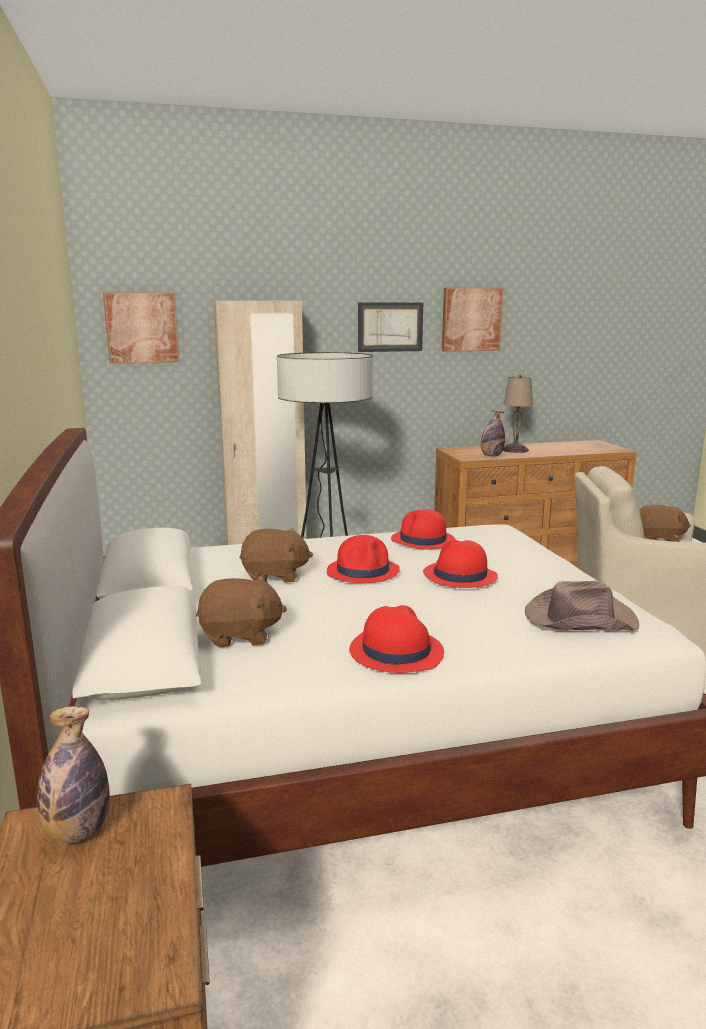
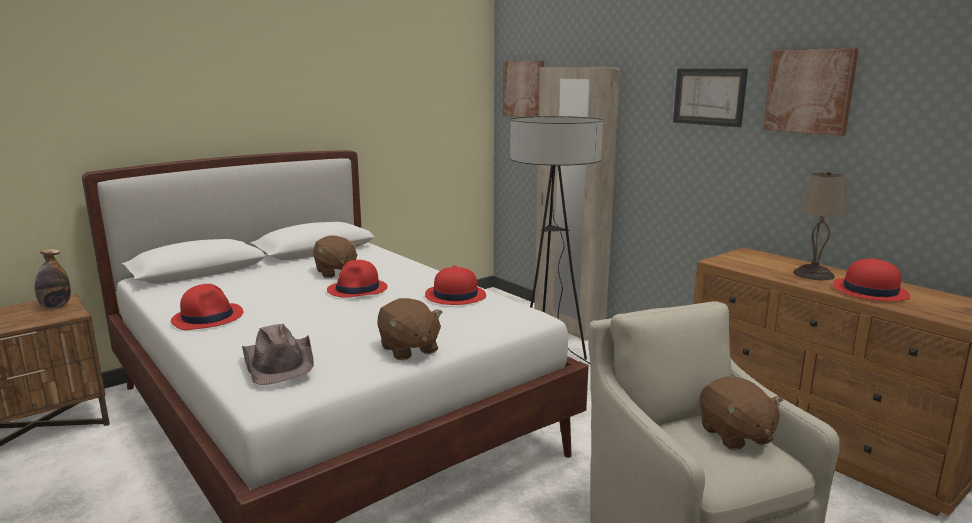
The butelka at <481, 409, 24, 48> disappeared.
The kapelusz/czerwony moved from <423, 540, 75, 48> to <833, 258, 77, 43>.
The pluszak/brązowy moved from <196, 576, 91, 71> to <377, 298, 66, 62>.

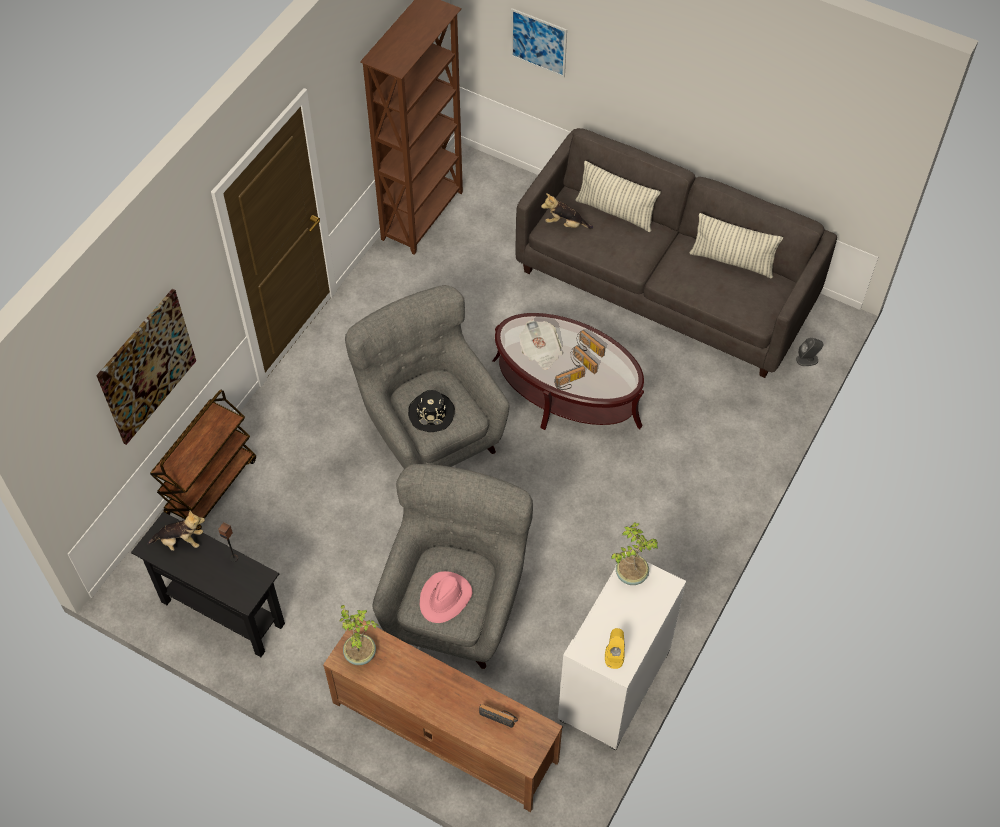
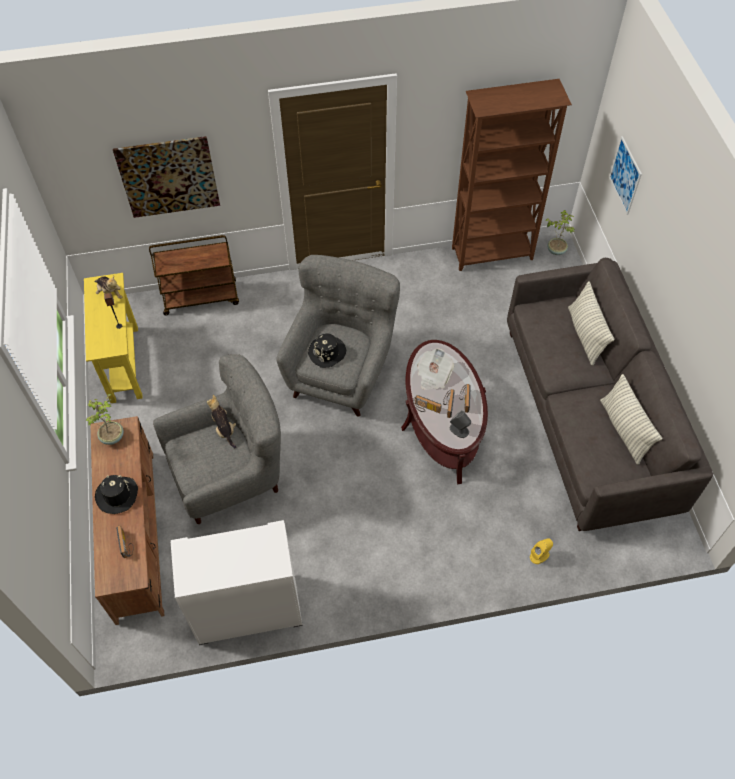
The pluszak moved from <541, 193, 52, 36> to <207, 395, 29, 53>.
The głośnik/szary moved from <796, 337, 27, 29> to <450, 411, 21, 27>.
The stolik konsolowy/czarny at <131, 512, 154, 145> became the stolik konsolowy/żółty at <84, 273, 59, 130>.
The roślina doniczkowa moved from <611, 522, 47, 63> to <545, 210, 30, 45>.
The kapelusz/różowy at <420, 571, 52, 52> disappeared.
The głośnik/żółty moved from <605, 628, 20, 41> to <530, 538, 23, 26>.
The kapelusz/czarny at <95, 475, 43, 39> appeared.

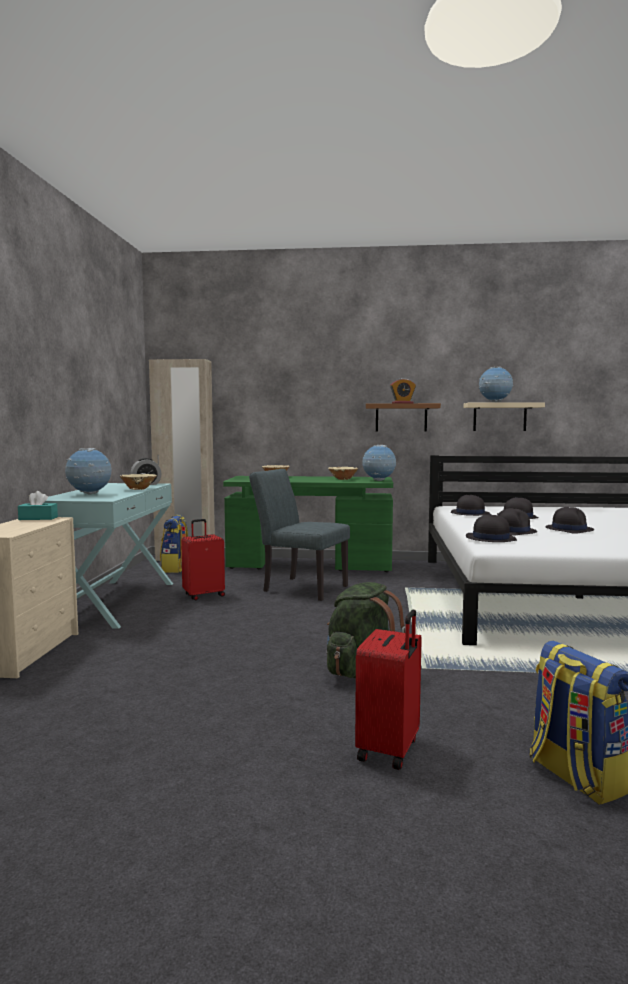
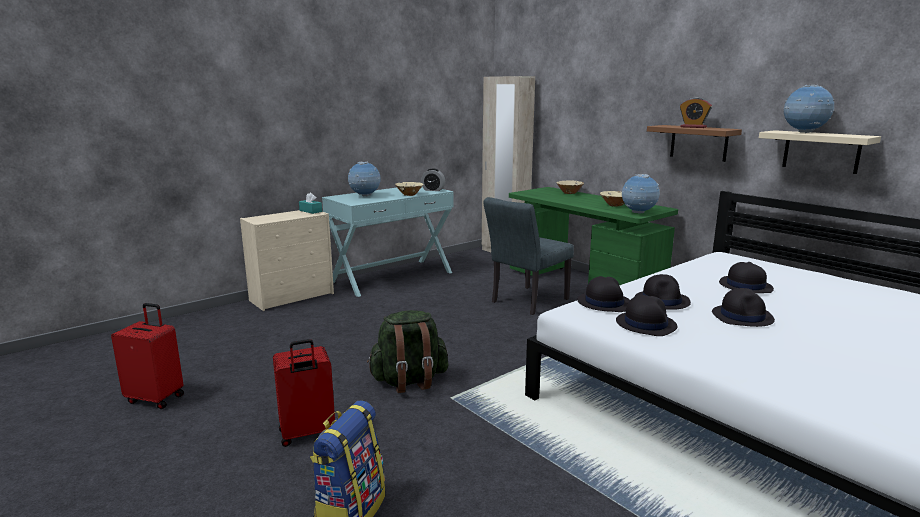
The krzesło/szary at <249, 469, 101, 132> turned 120 degrees counterclockwise.
The kapelusz/czarny moved from <451, 495, 39, 21> to <616, 295, 61, 41>.
The plecak at <160, 514, 28, 59> disappeared.
The walizka/czerwony moved from <181, 519, 44, 81> to <111, 303, 73, 106>.

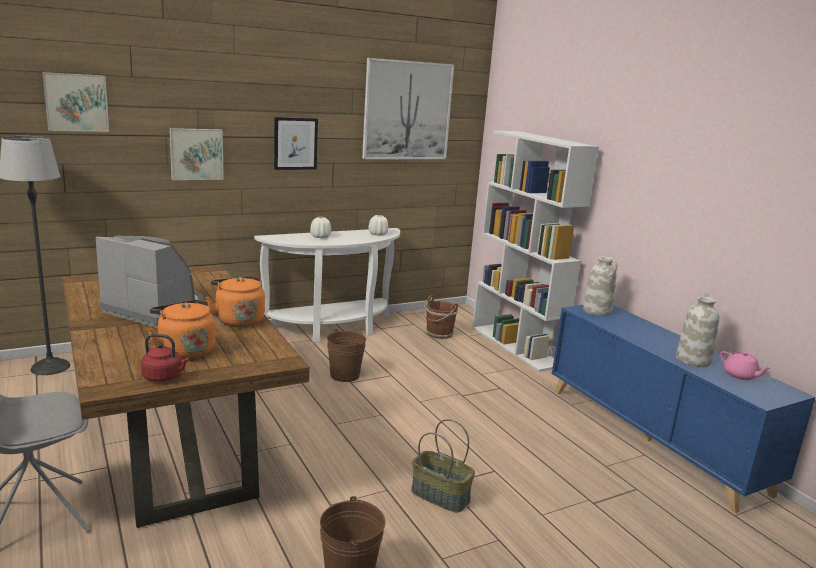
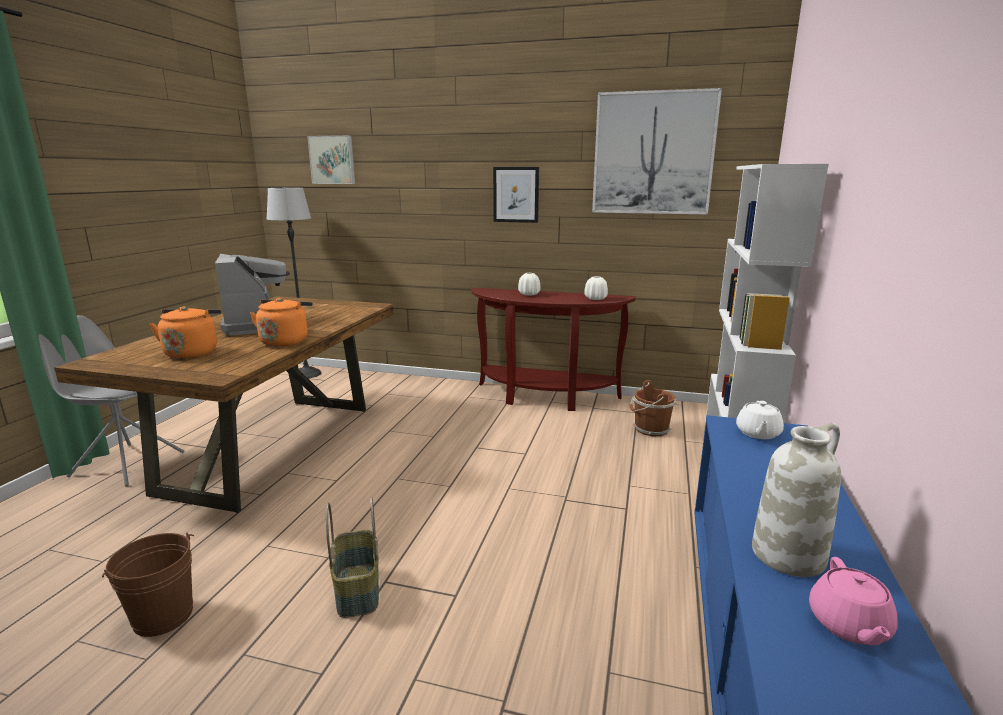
The obraz at <169, 128, 55, 52> disappeared.
The stolik konsolowy/biały at <254, 228, 146, 114> became the stolik konsolowy/brązowy at <471, 288, 165, 123>.
The wazon/biały at <583, 256, 34, 60> was replaced by the imbryk/biały at <736, 401, 48, 38>.
The wiadro/brązowy at <327, 329, 39, 53> disappeared.
The czajnik/czerwony at <141, 334, 49, 48> disappeared.

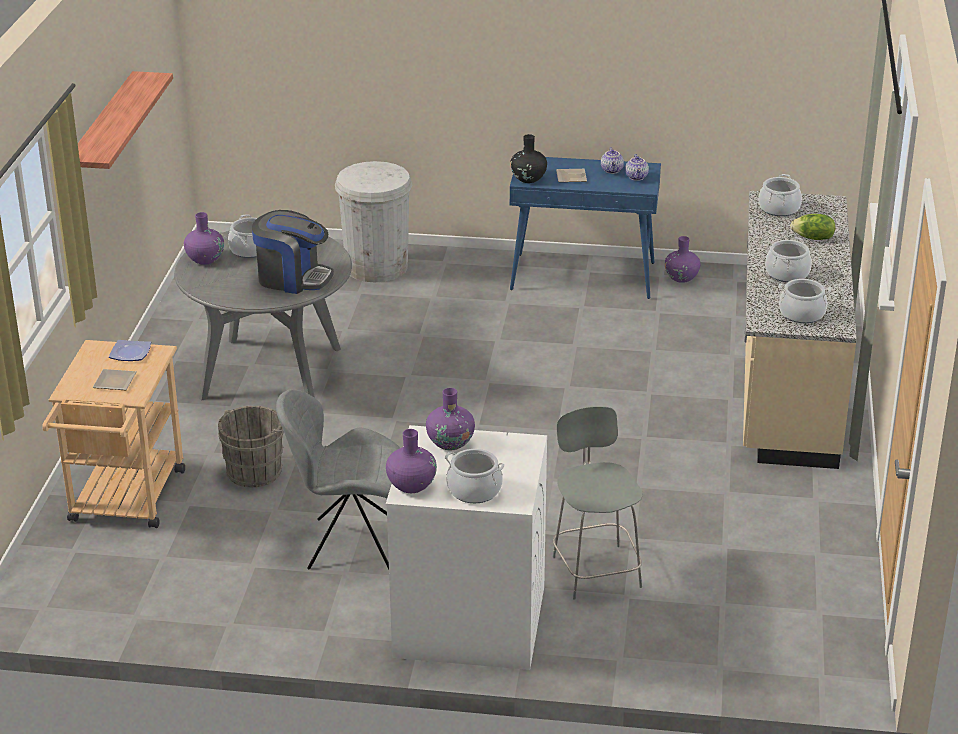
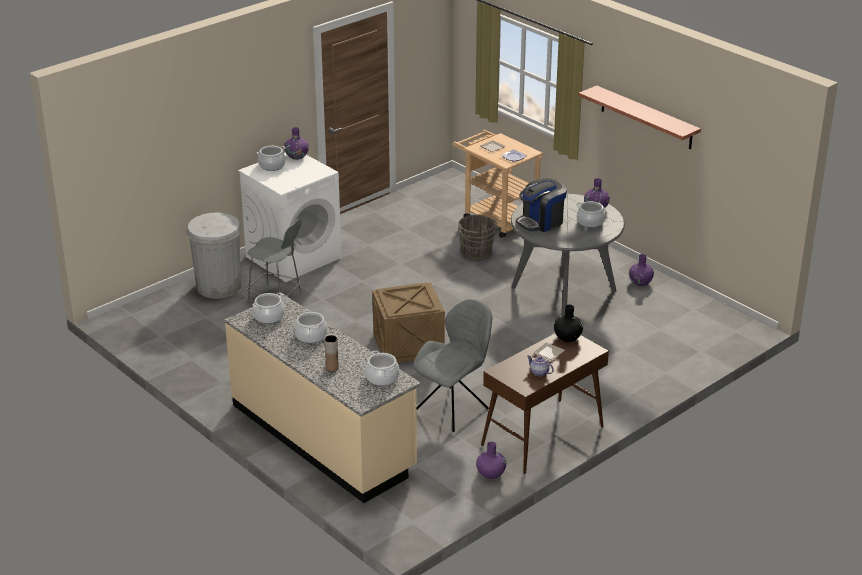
The imbryk at <625, 154, 24, 27> disappeared.
The stolik konsolowy/niebieski at <510, 157, 151, 142> became the stolik konsolowy/brązowy at <481, 333, 128, 141>.
The kosz na śmieci/biały moved from <335, 161, 77, 122> to <186, 212, 56, 87>.
The sałata at <790, 214, 45, 26> was replaced by the wazon/brązowy at <325, 335, 14, 37>.
The wazon/fioletowy moved from <426, 388, 49, 62> to <629, 254, 25, 32>.
The krzesło/szary moved from <276, 389, 124, 181> to <413, 299, 79, 133>.
The skrzynka at <372, 282, 73, 81> appeared.

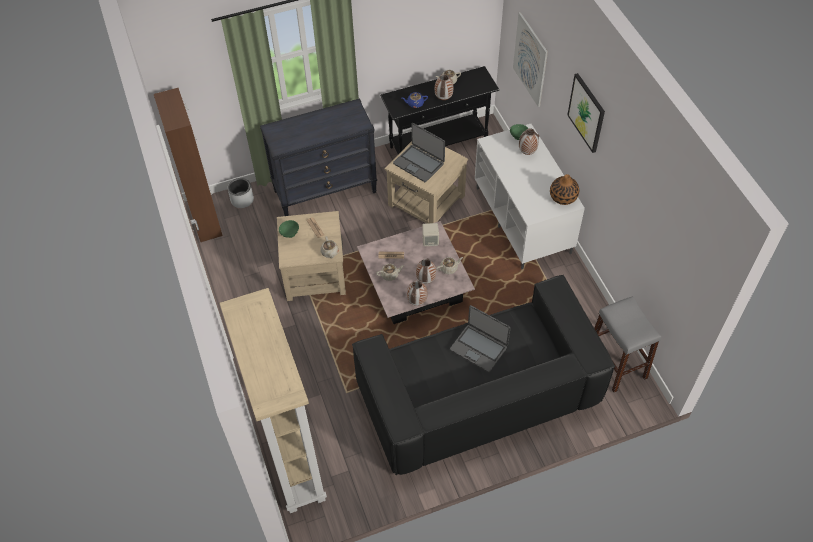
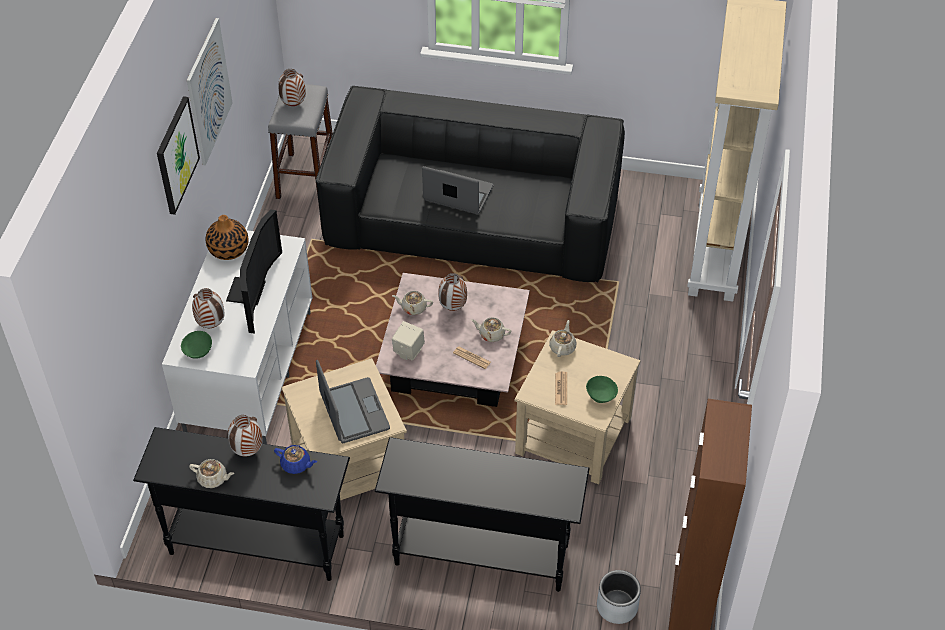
The obraz moved from <513, 12, 35, 95> to <187, 18, 46, 147>.
The komoda/czarny at <260, 98, 117, 118> was replaced by the stolik konsolowy/czarny at <375, 437, 215, 155>.
The wazon moved from <407, 280, 21, 26> to <278, 69, 28, 37>.
The laptop at <450, 305, 60, 67> turned 45 degrees counterclockwise.
The telewizor at <226, 209, 56, 125> appeared.

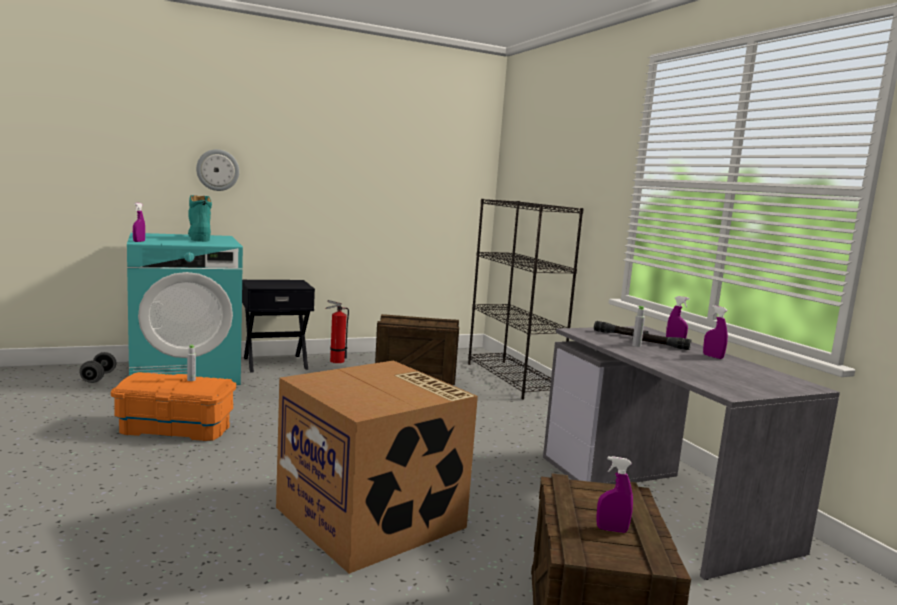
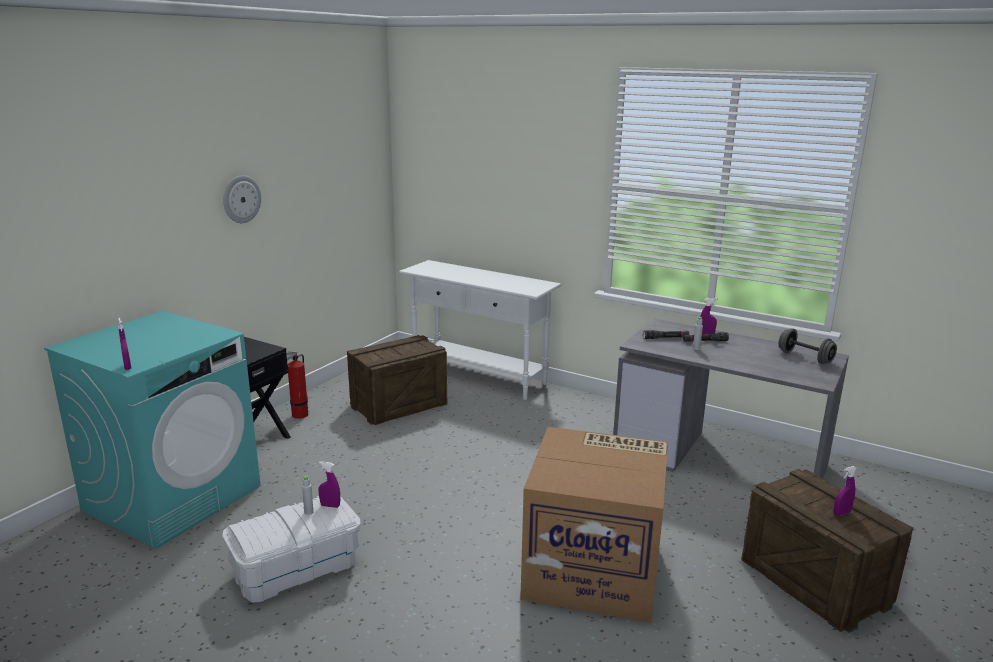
The zegar ścienny moved from <196, 149, 43, 42> to <223, 175, 38, 48>.
The but z cholewką/turkusowy at <188, 195, 24, 47> disappeared.
The regał/czarny at <468, 199, 116, 200> was replaced by the stolik konsolowy/biały at <399, 260, 163, 140>.
The spryskiwacz/fioletowy moved from <703, 305, 25, 54> to <318, 461, 22, 47>.
The hantel/szary moved from <79, 352, 37, 31> to <778, 328, 59, 36>.
The pojemnik do przechowywania/pomarańczowy at <111, 372, 125, 69> became the pojemnik do przechowywania/biały at <222, 496, 139, 107>.

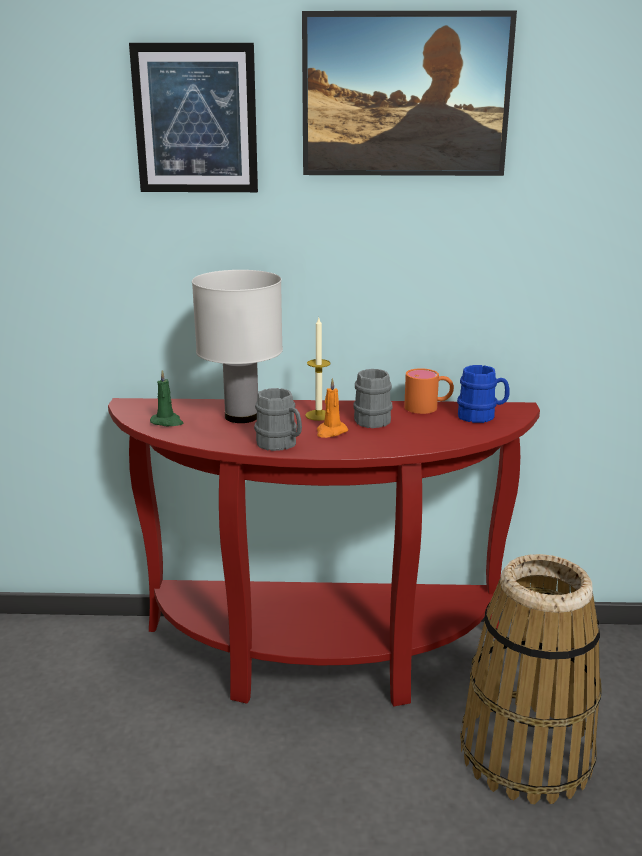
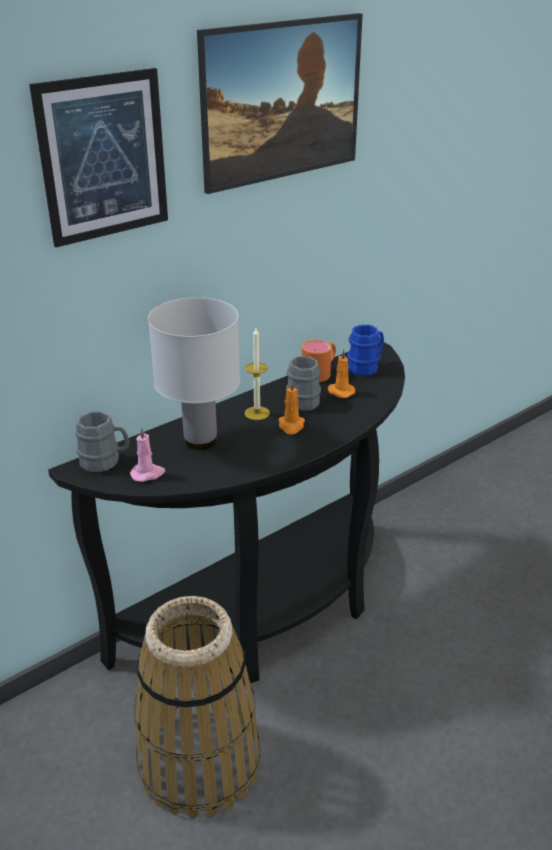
The świeca/zielony at <150, 370, 33, 56> became the świeca/różowy at <130, 427, 35, 55>.
The kubek/szary moved from <254, 388, 48, 63> to <76, 411, 53, 61>.
The stolik konsolowy/czerwony at <108, 398, 432, 308> became the stolik konsolowy/czarny at <48, 342, 357, 343>.
The koszyk moved from <460, 554, 142, 250> to <134, 596, 127, 222>.
The świeca/pomarańczowy at <328, 349, 27, 49> appeared.

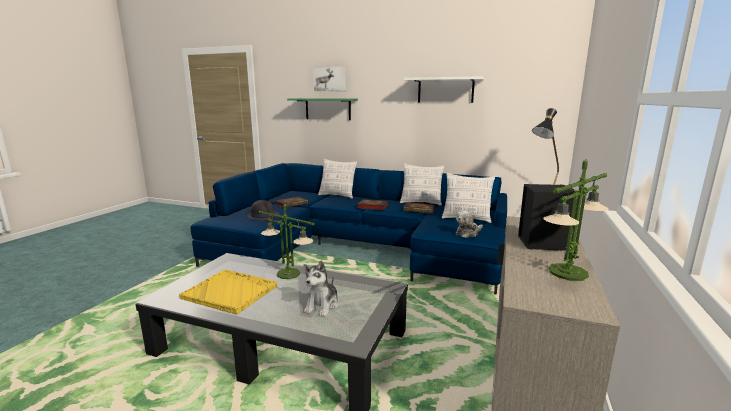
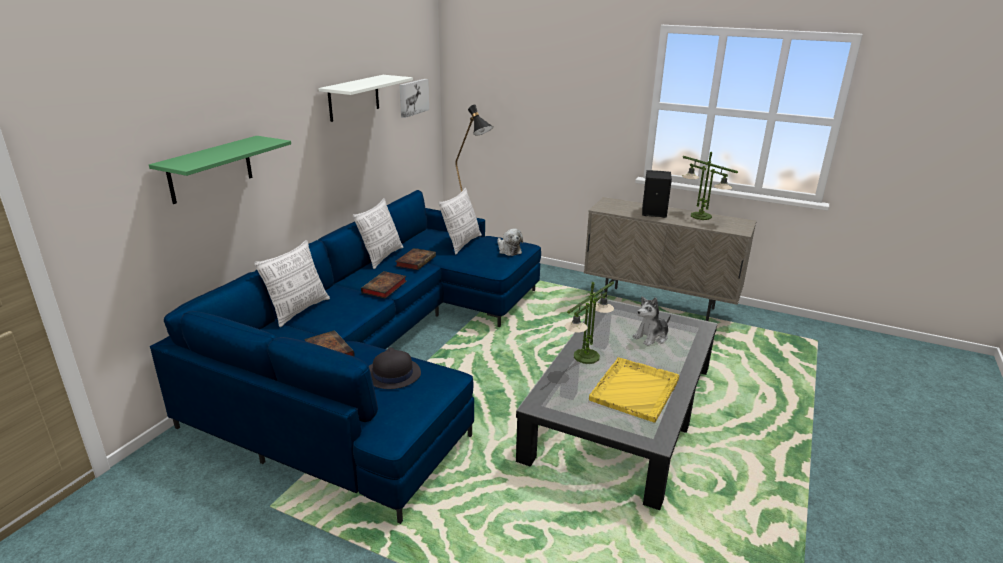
The obraz moved from <313, 67, 33, 24> to <399, 79, 30, 39>.
The pluszak at <304, 260, 35, 57> turned 120 degrees clockwise.

